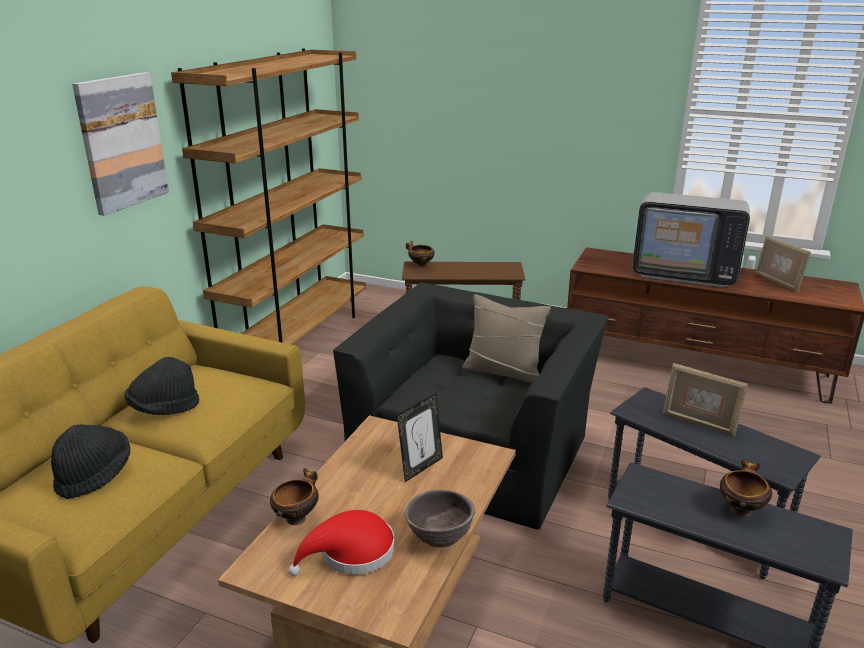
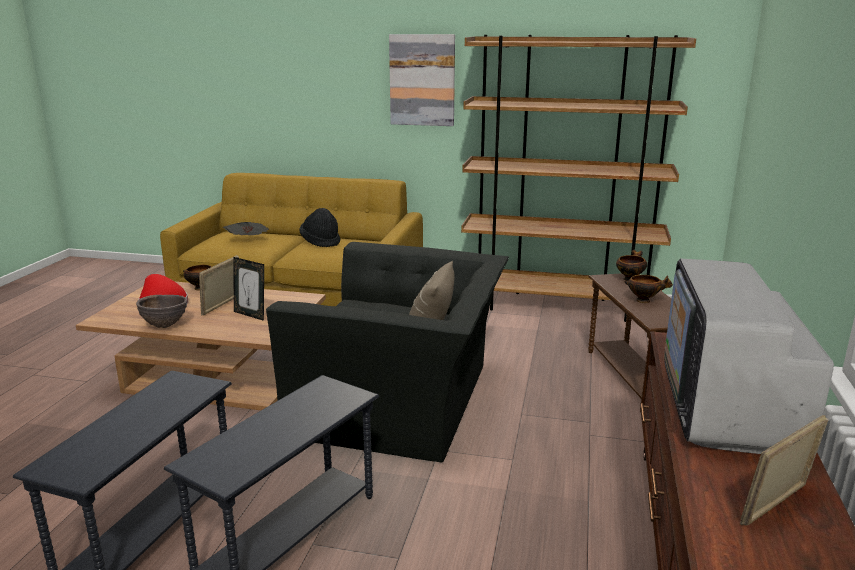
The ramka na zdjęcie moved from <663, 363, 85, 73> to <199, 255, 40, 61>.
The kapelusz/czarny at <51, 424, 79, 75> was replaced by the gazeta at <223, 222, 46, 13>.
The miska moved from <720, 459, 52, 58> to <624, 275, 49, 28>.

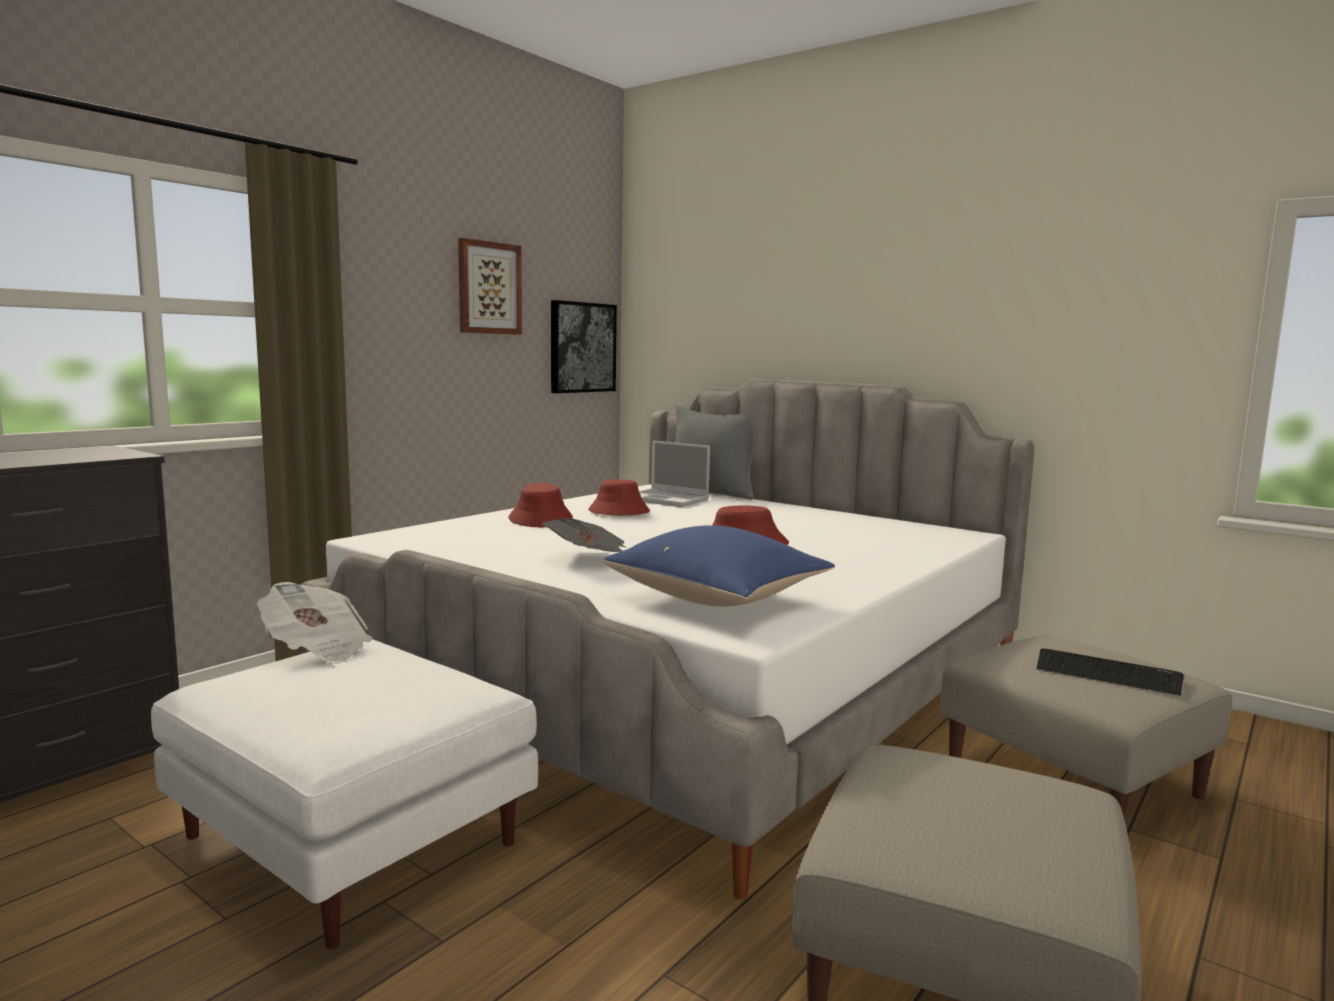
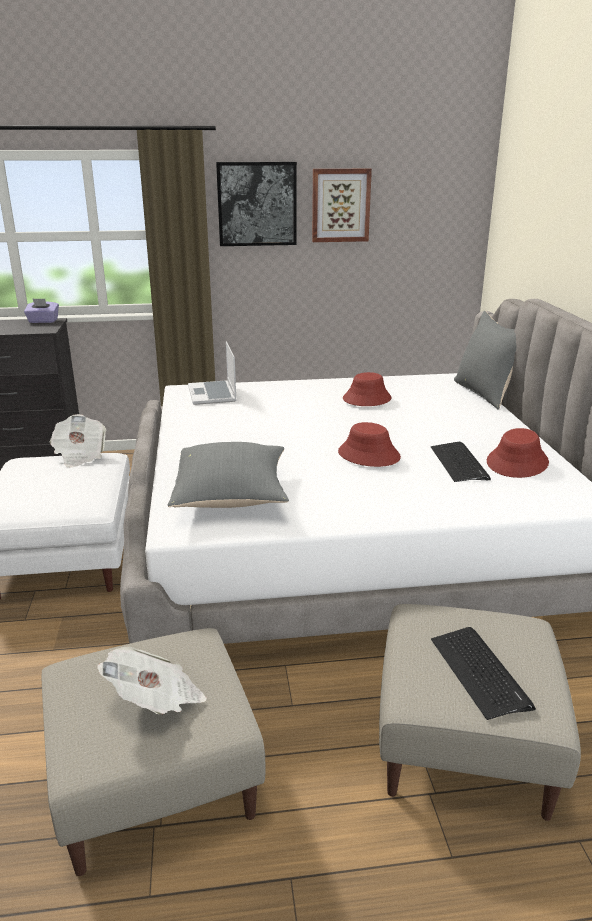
The obraz moved from <551, 300, 66, 93> to <216, 162, 81, 84>.
The laptop moved from <639, 440, 71, 67> to <188, 341, 49, 64>.
The kapelusz/czerwony moved from <508, 483, 65, 44> to <487, 428, 62, 50>.
The gazeta moved from <542, 518, 84, 34> to <97, 647, 110, 68>.
The poduszka/niebieski at <604, 526, 231, 81> became the poduszka/szary at <168, 442, 121, 66>.
The pudełko chusteczek/fioletowy at <24, 298, 35, 25> appeared.
The klawiatura at <431, 442, 60, 40> appeared.

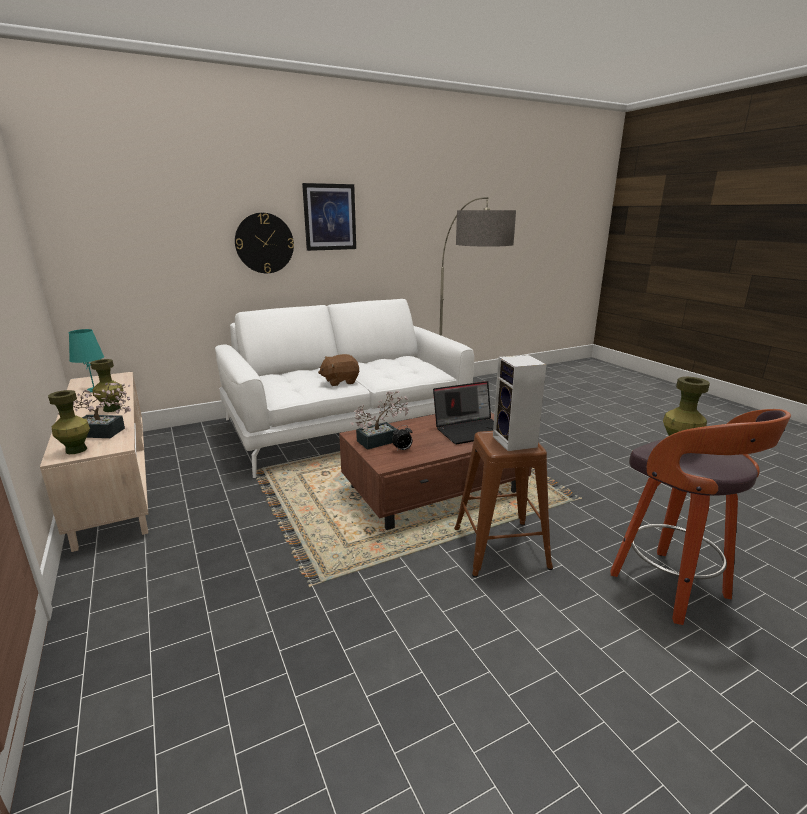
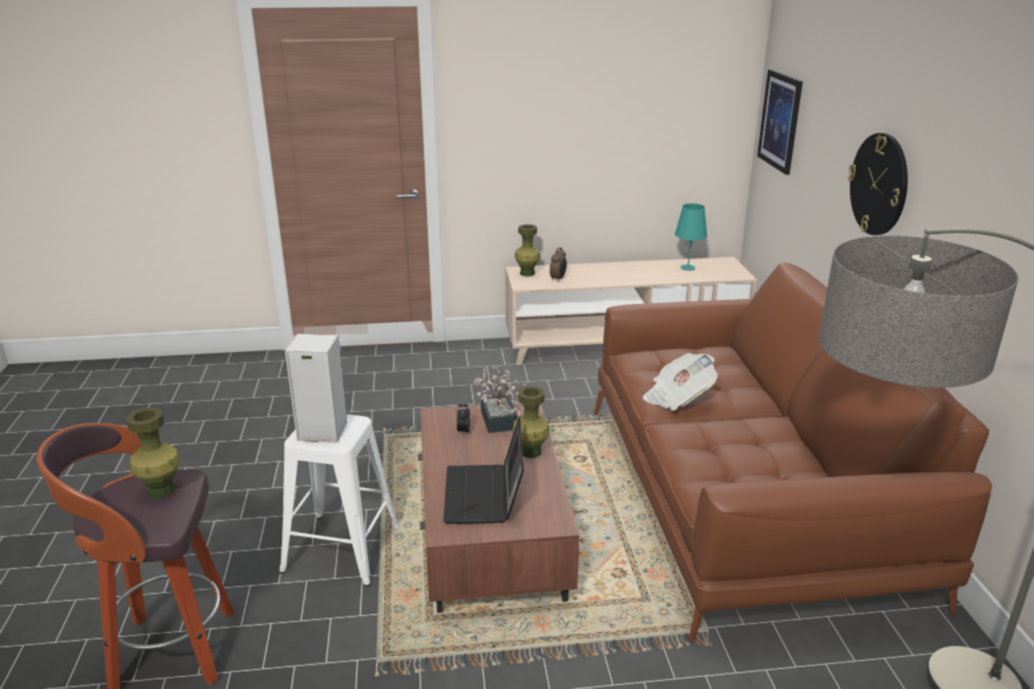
The obraz moved from <302, 183, 54, 68> to <757, 69, 46, 106>.
The kanapa/biały at <215, 299, 259, 179> became the kanapa/brązowy at <594, 263, 398, 379>.
The pluszak/brązowy at <318, 354, 41, 32> was replaced by the gazeta at <643, 353, 75, 58>.
The wazon/zielony moved from <90, 359, 34, 53> to <512, 386, 38, 72>.
The roślina doniczkowa at <58, 382, 73, 56> was replaced by the budzik at <550, 247, 17, 35>.
The stołek/brązowy at <454, 431, 99, 146> became the stołek/biały at <279, 414, 121, 172>.

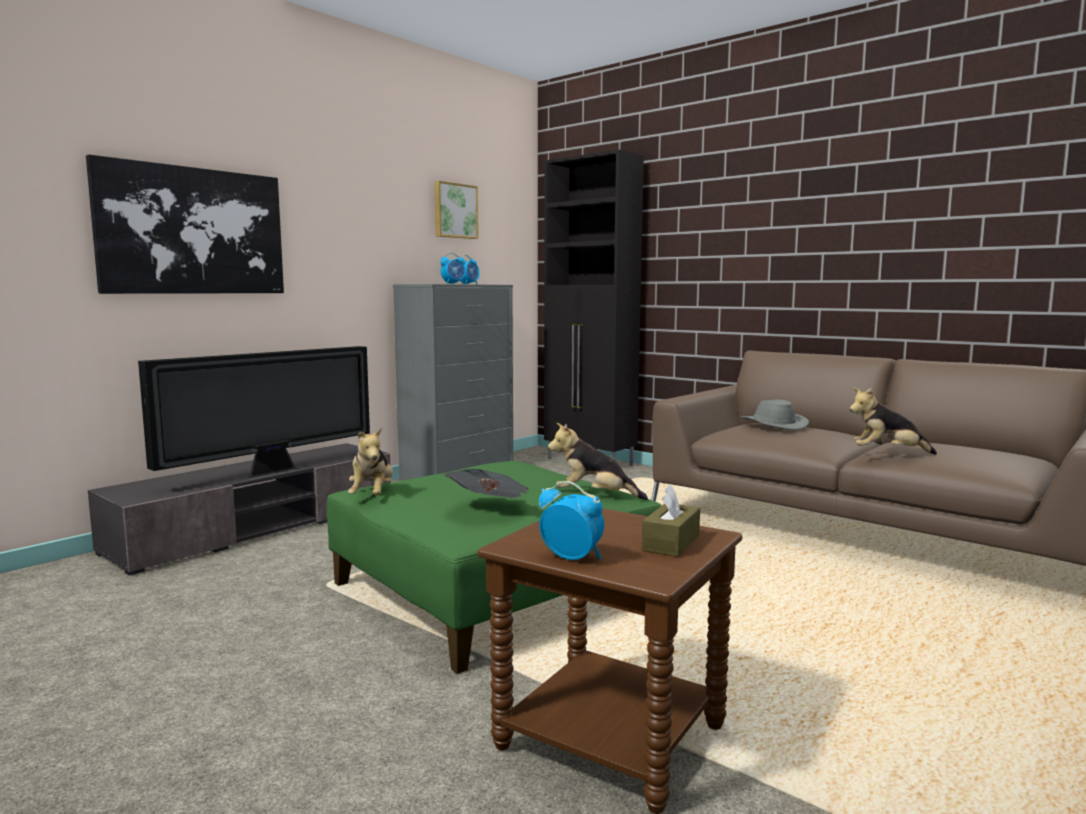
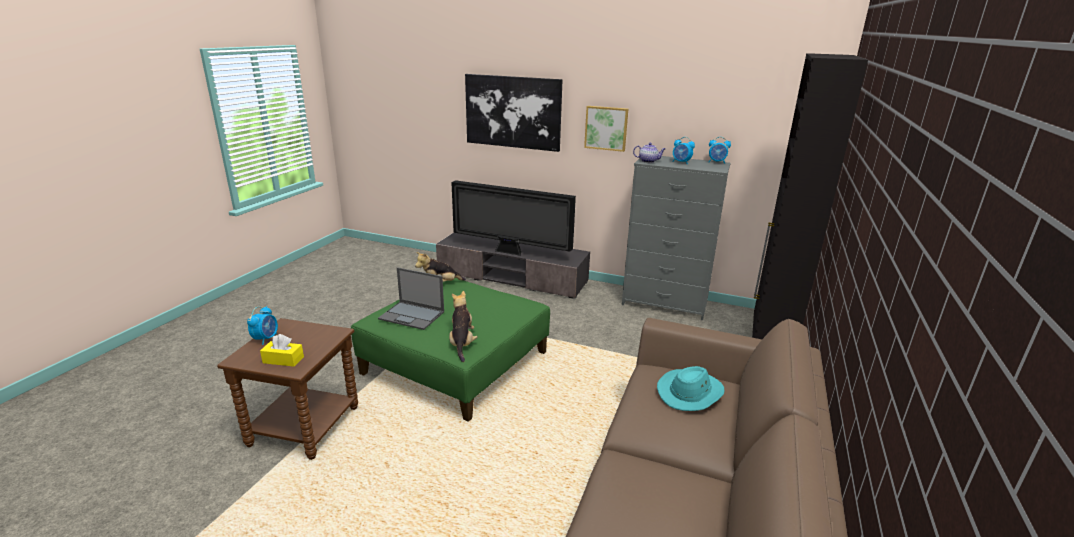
The obraz moved from <434, 181, 44, 58> to <584, 106, 44, 46>.
The pluszak at <849, 387, 88, 68> disappeared.
The kapelusz/szary at <741, 399, 68, 31> became the kapelusz/turkusowy at <657, 366, 67, 45>.
The gazeta at <444, 469, 85, 28> was replaced by the laptop at <378, 267, 66, 63>.
The pudełko chusteczek/brązowy at <642, 484, 58, 73> became the pudełko chusteczek/żółty at <260, 334, 44, 33>.
The imbryk at <633, 143, 33, 20> appeared.

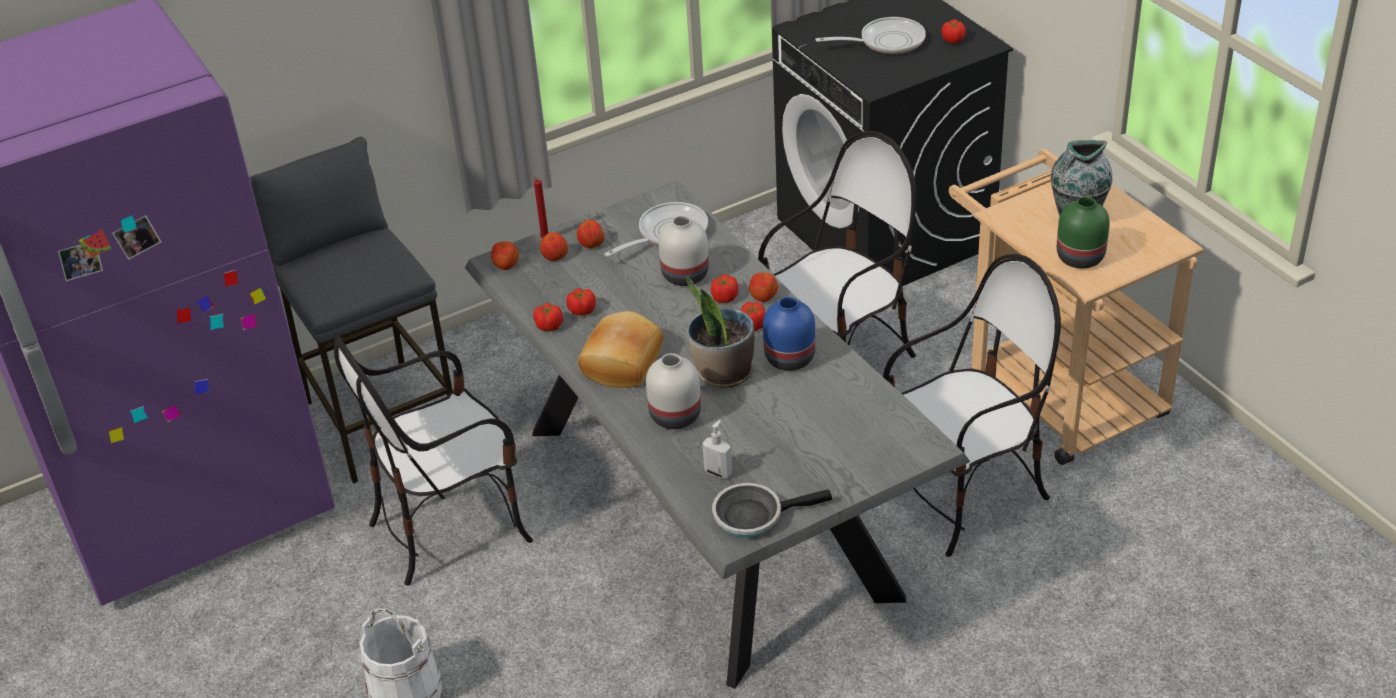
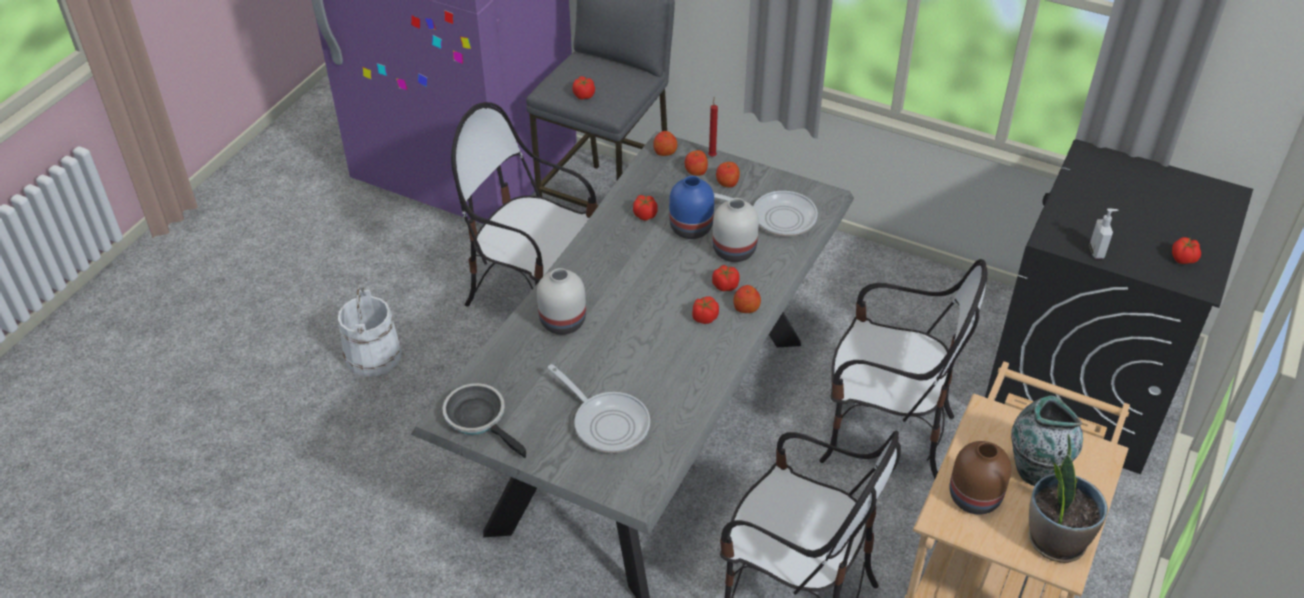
The patelnia moved from <816, 17, 110, 37> to <548, 364, 102, 89>.
The wazon/zielony at <1057, 196, 53, 73> became the wazon/brązowy at <950, 441, 62, 74>.
The roślina doniczkowa moved from <686, 276, 69, 112> to <1029, 434, 79, 129>.
The wazon/niebieski moved from <763, 297, 52, 74> to <669, 176, 45, 63>.
The pomidor moved from <533, 303, 30, 28> to <573, 76, 22, 24>.
The chleb at <578, 311, 85, 77> disappeared.
The dozownik mydła moved from <702, 420, 30, 59> to <1089, 208, 29, 51>.

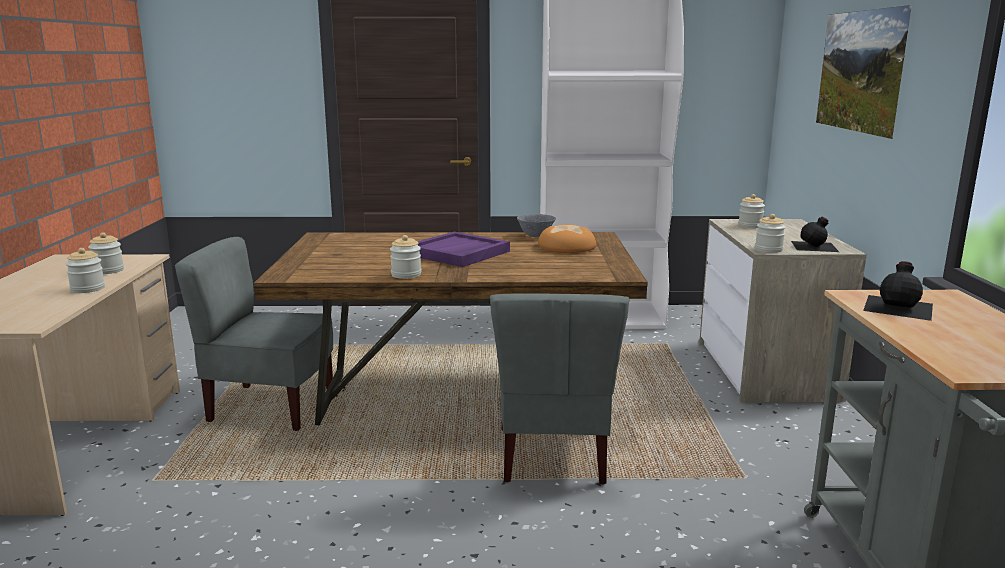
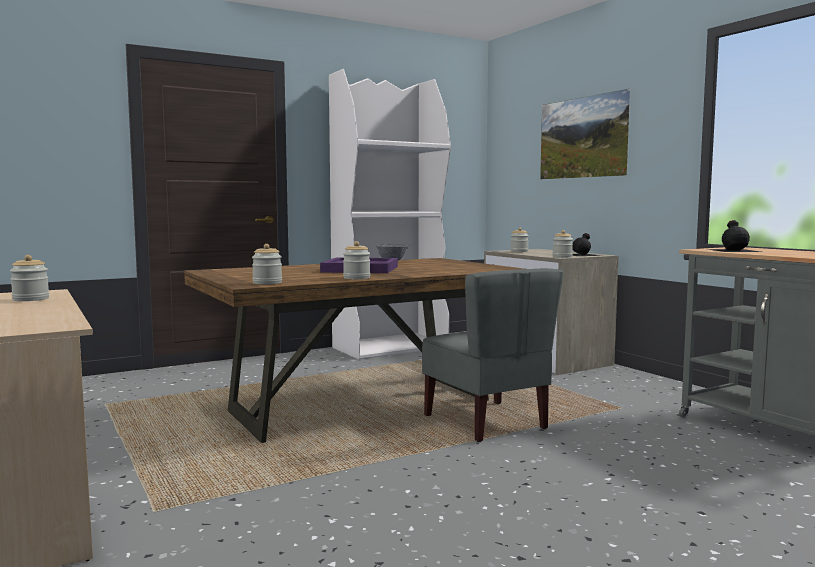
The chleb at <538, 224, 58, 29> disappeared.
The krzesło/szary at <175, 237, 158, 194> disappeared.
The słoik moved from <65, 248, 40, 45> to <252, 244, 30, 40>.

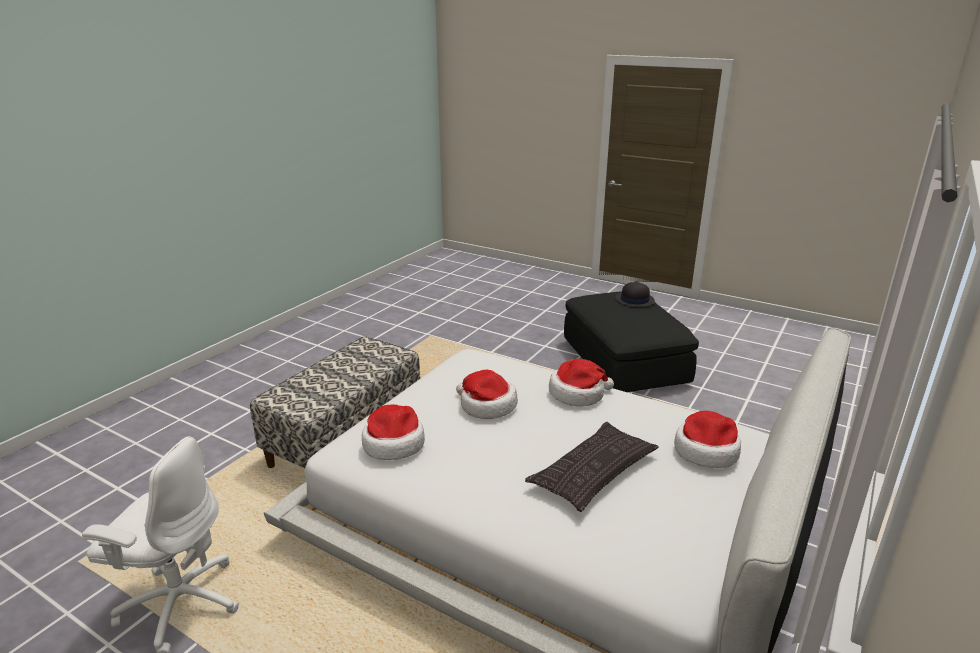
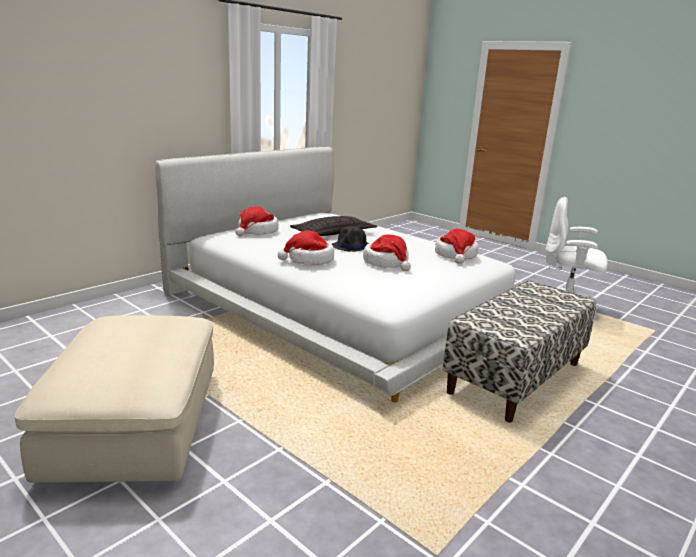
The kapelusz/czarny moved from <616, 281, 39, 26> to <332, 226, 37, 26>.
The pufa/czarny at <564, 291, 135, 101> became the pufa/beżowy at <15, 315, 199, 168>.

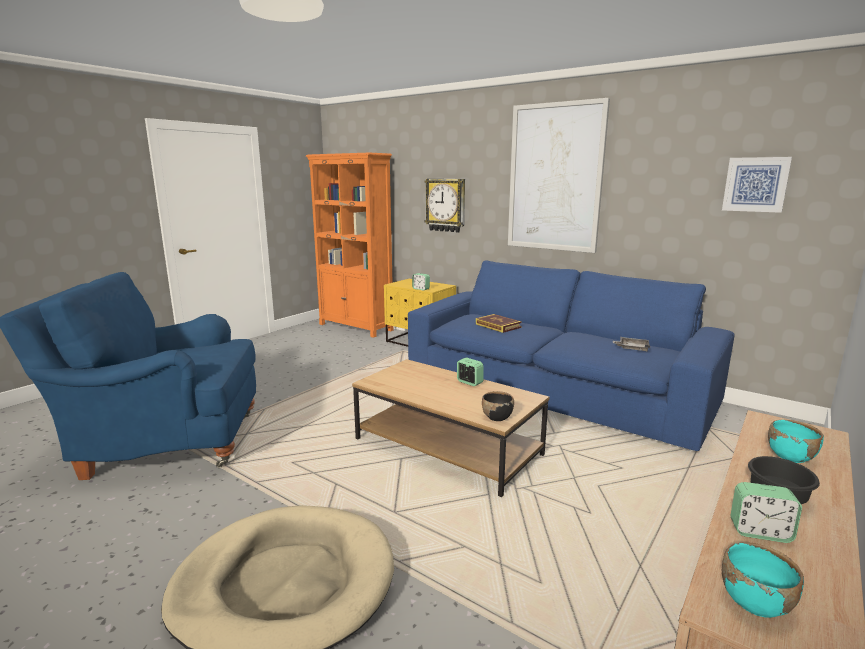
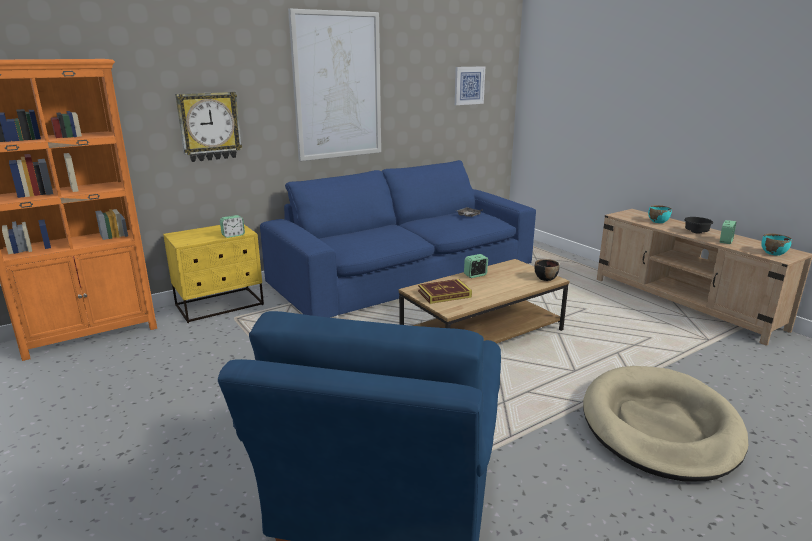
The książka moved from <476, 314, 46, 19> to <418, 279, 54, 25>.

